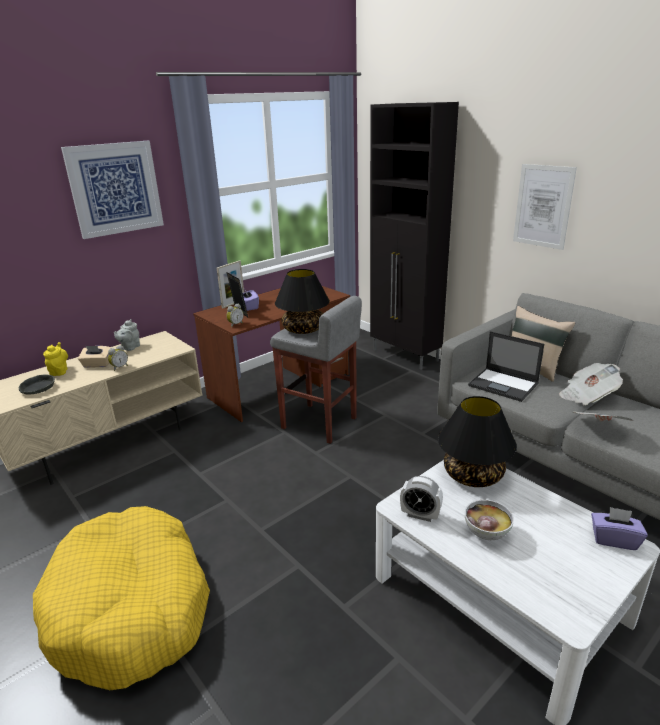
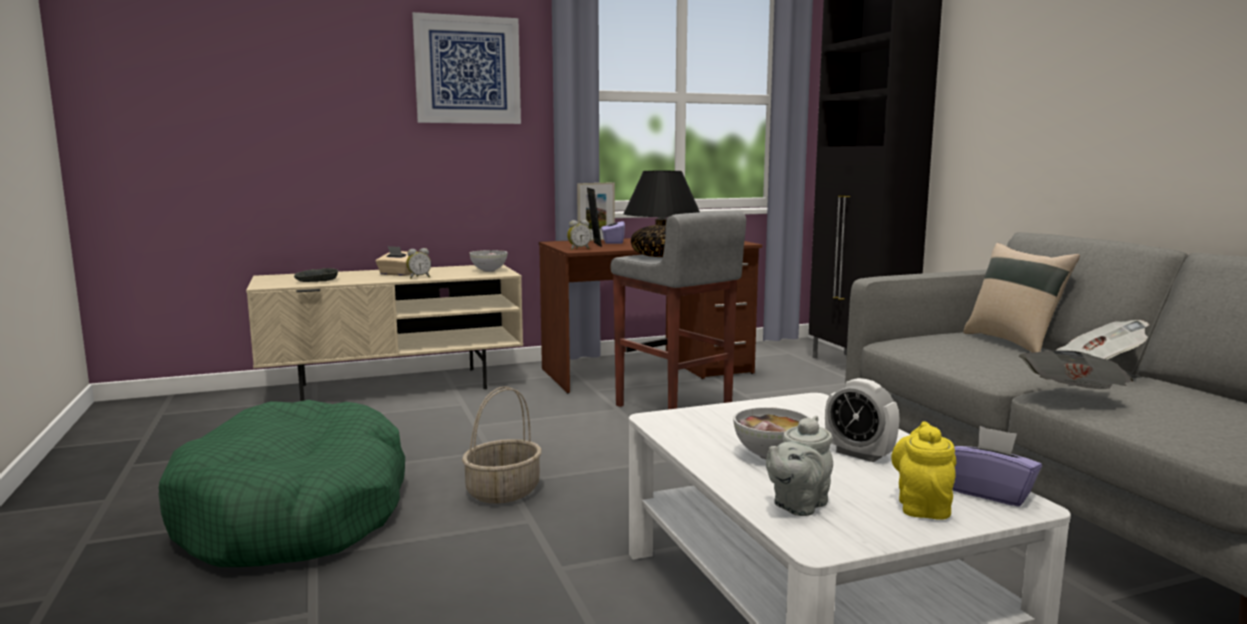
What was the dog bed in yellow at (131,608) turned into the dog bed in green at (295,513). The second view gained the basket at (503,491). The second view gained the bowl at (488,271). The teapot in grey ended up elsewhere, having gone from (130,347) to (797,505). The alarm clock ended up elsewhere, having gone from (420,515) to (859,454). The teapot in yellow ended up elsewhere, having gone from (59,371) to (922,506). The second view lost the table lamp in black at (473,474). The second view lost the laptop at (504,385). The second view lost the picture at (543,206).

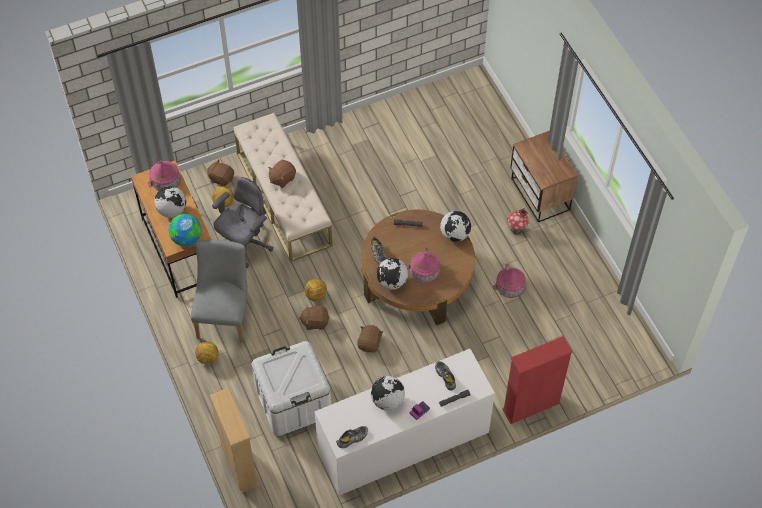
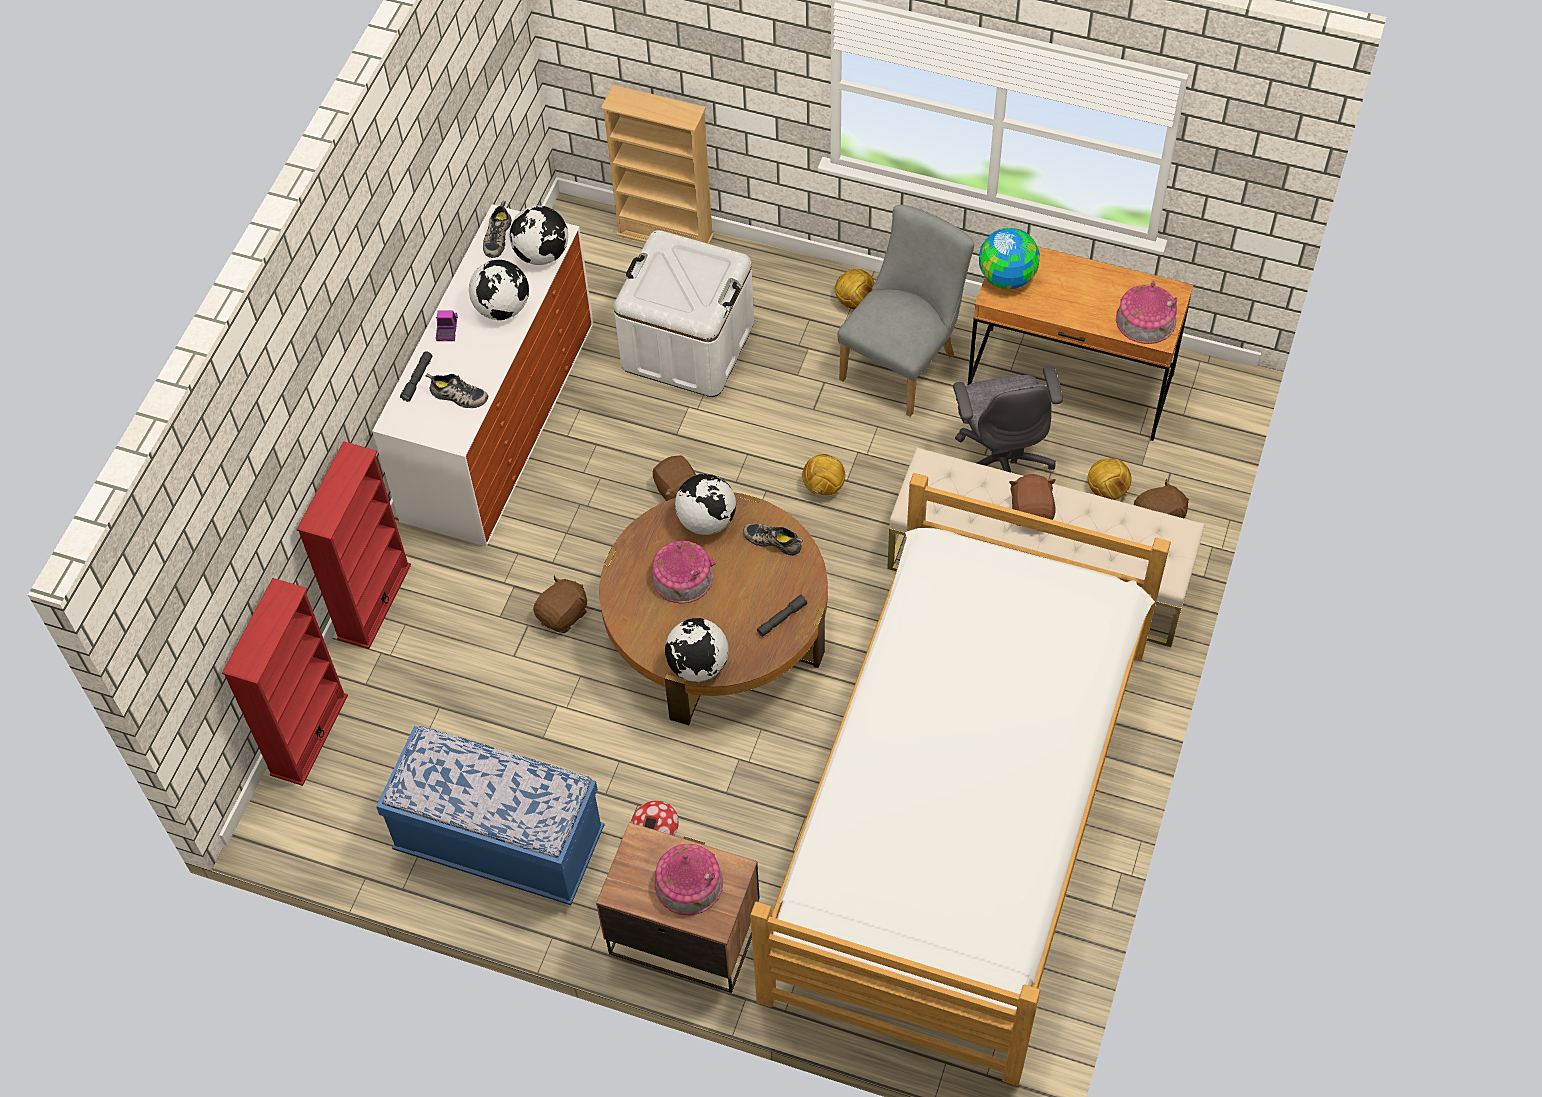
The second view gained the bookcase in red at (309,735). The second view gained the bench in blue at (500,843). The globe ended up elsewhere, having gone from (172,210) to (542,254). The plush toy in brown ended up elsewhere, having gone from (315,322) to (563,615). The toy house ended up elsewhere, having gone from (510,284) to (688,883). The second view gained the bed at (957,819). The chair in grey at (224,315) ended up facing another way, 105 degrees counterclockwise from before.

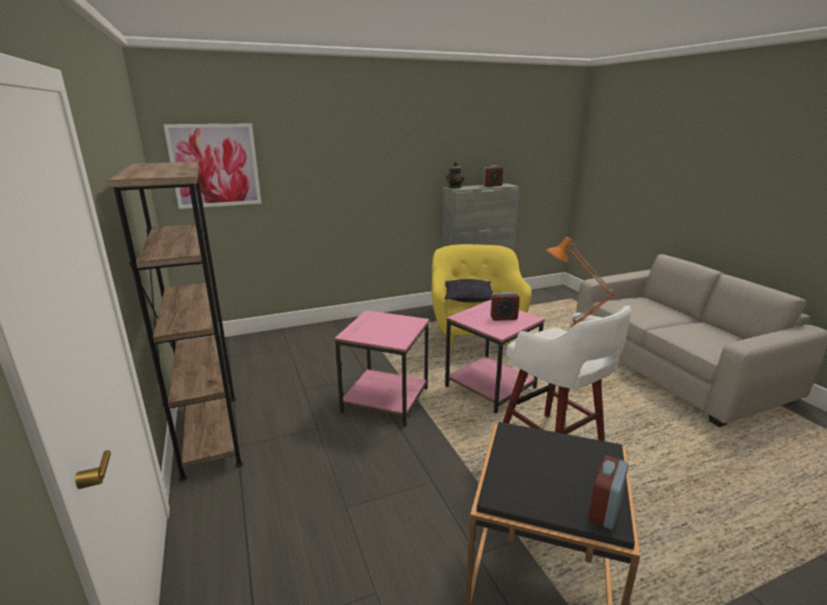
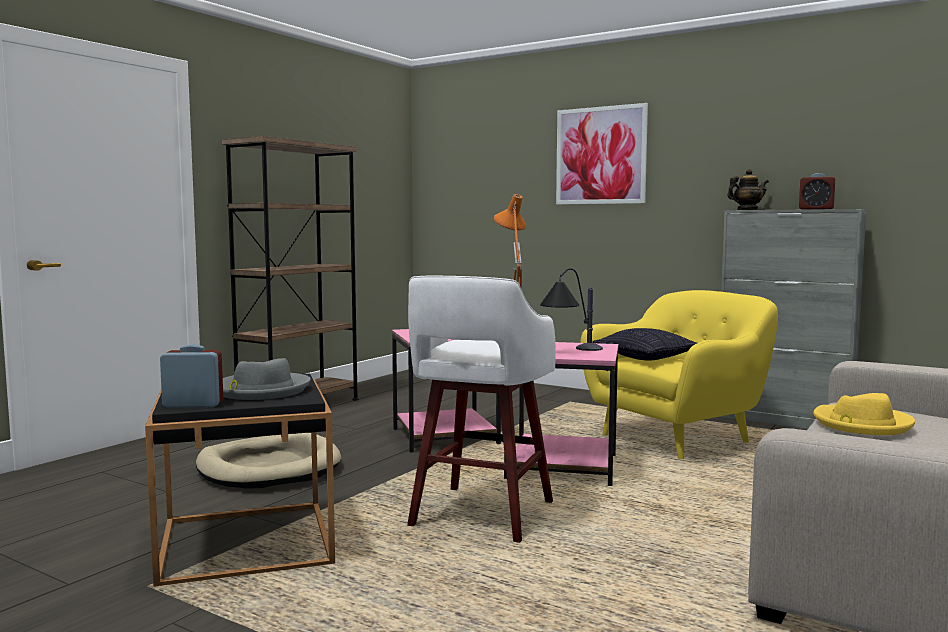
The second view gained the dog bed in beige at (269,468). The second view gained the hat in grey at (261,390). Where the alarm clock stood at (503,318), the table lamp came to stand at (570,351). The picture ended up elsewhere, having gone from (215,166) to (600,155). The second view gained the hat in yellow at (861,424).

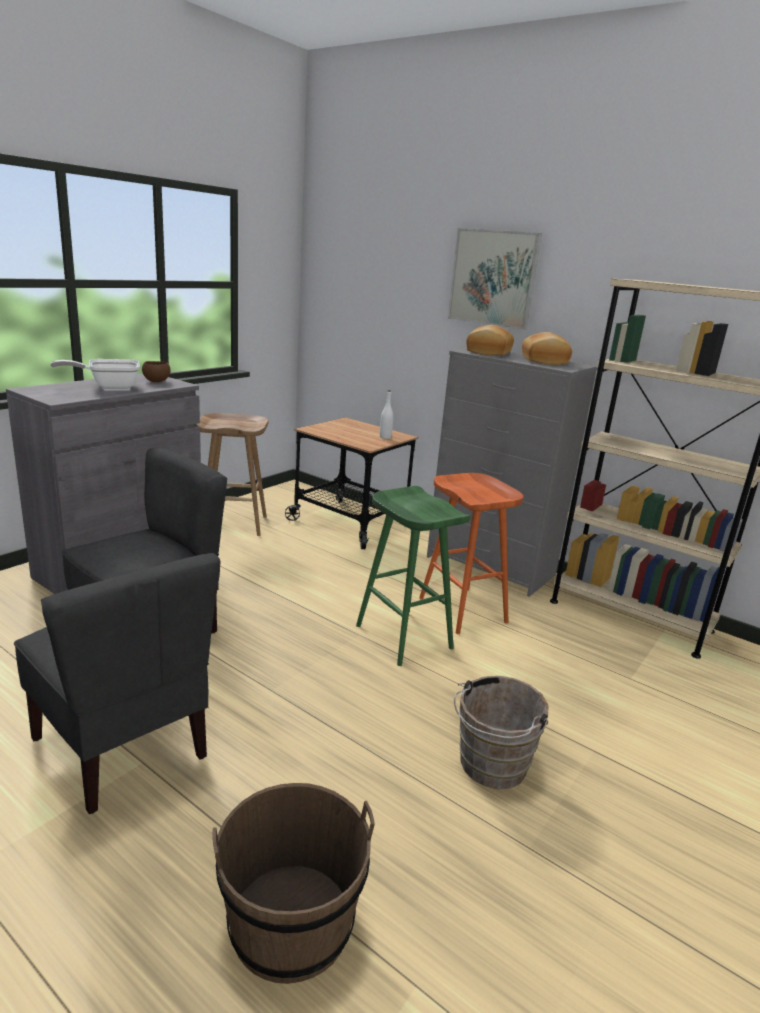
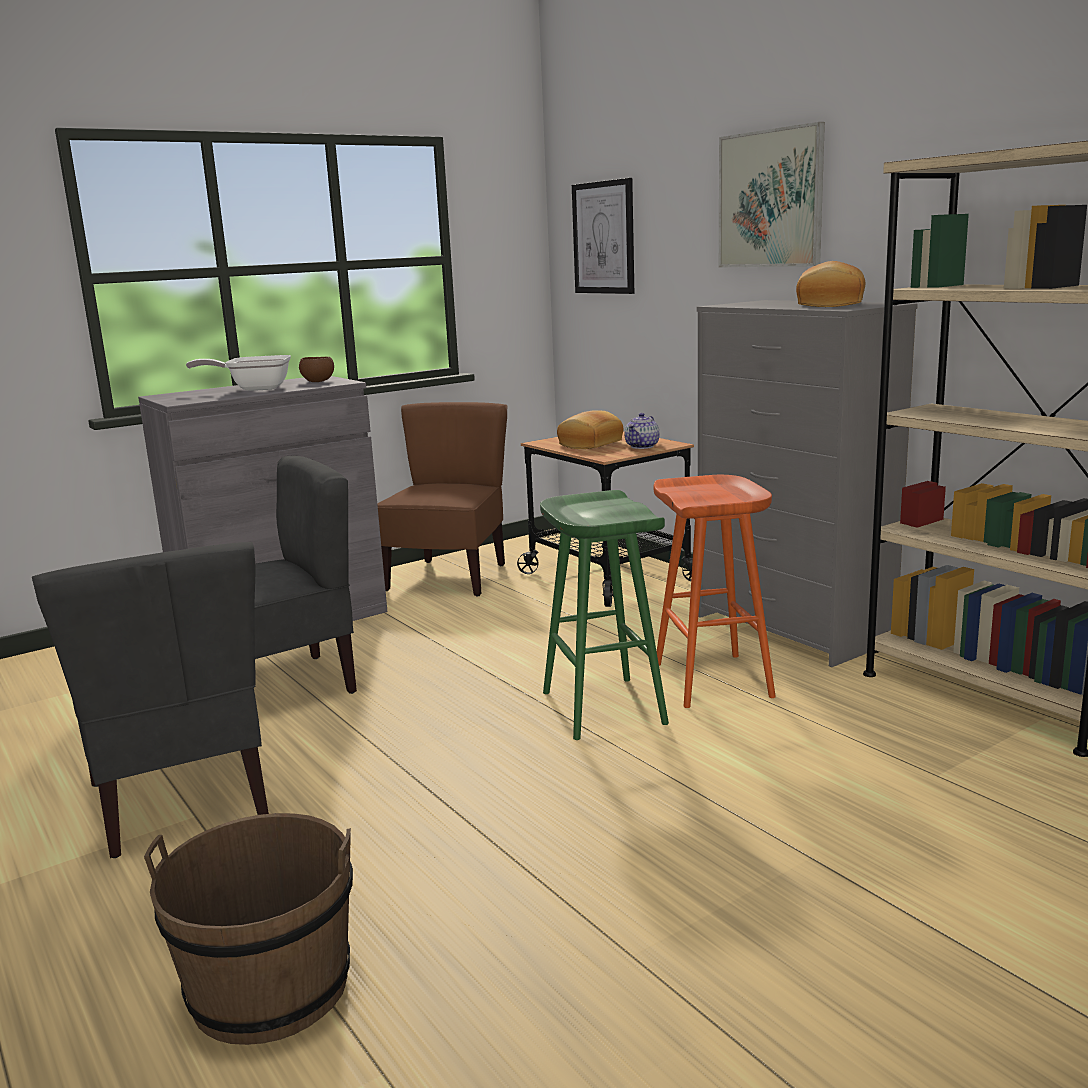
Where the stool in brown stood at (235,524), the chair in brown came to stand at (449,578). The bread ended up elsewhere, having gone from (487,352) to (589,444). The second view gained the picture at (604,238). Where the bottle in white stood at (385,437), the teapot came to stand at (642,446). The second view lost the bucket in brown at (489,767).

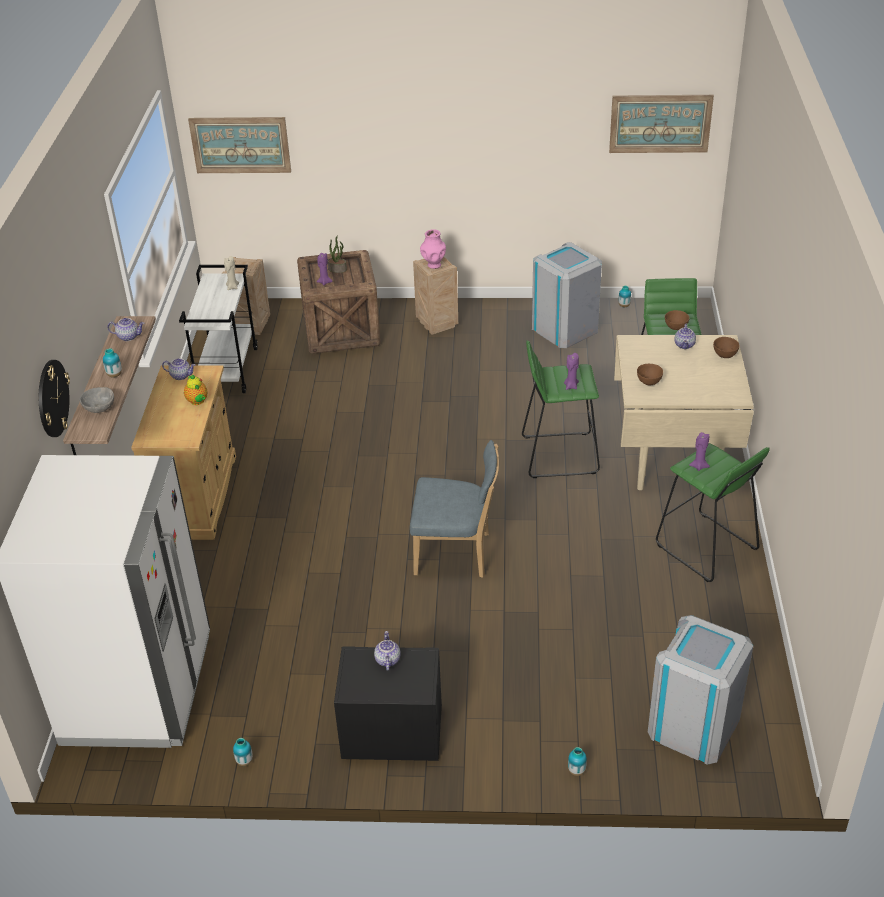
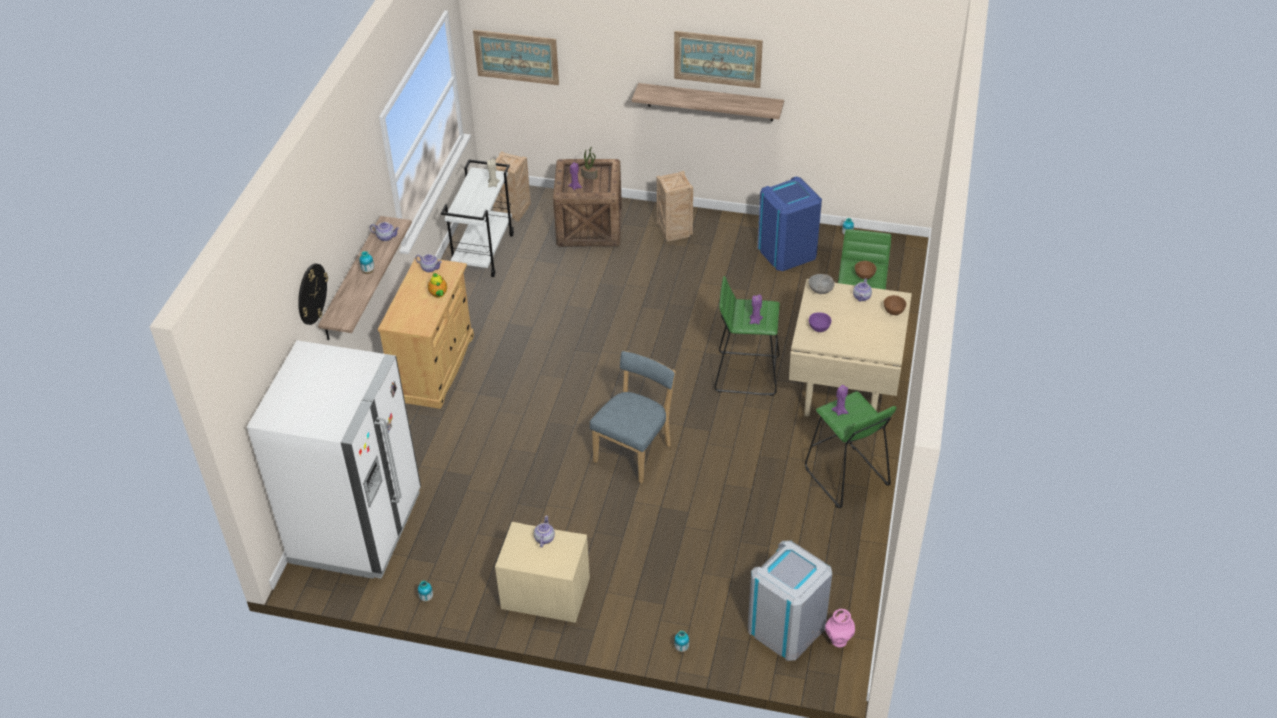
What was the nightstand in black at (391,731) turned into the nightstand in beige at (545,592). The chair in blue at (456,554) ended up facing another way, 75 degrees counterclockwise from before. The second view gained the shelf at (710,102). The picture ended up elsewhere, having gone from (660,123) to (717,59). What was the trash can in grey at (564,329) turned into the trash can in blue at (786,252). The bowl in grey ended up elsewhere, having gone from (100,409) to (821,290). What was the bowl in brown at (649,382) turned into the bowl in purple at (819,329). The vase in pink ended up elsewhere, having gone from (434,265) to (838,640).

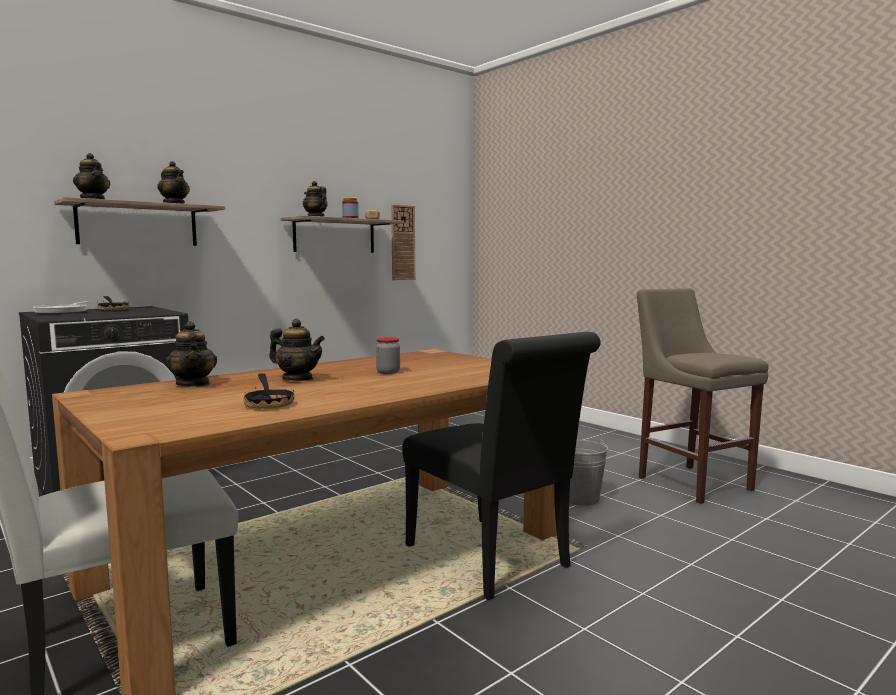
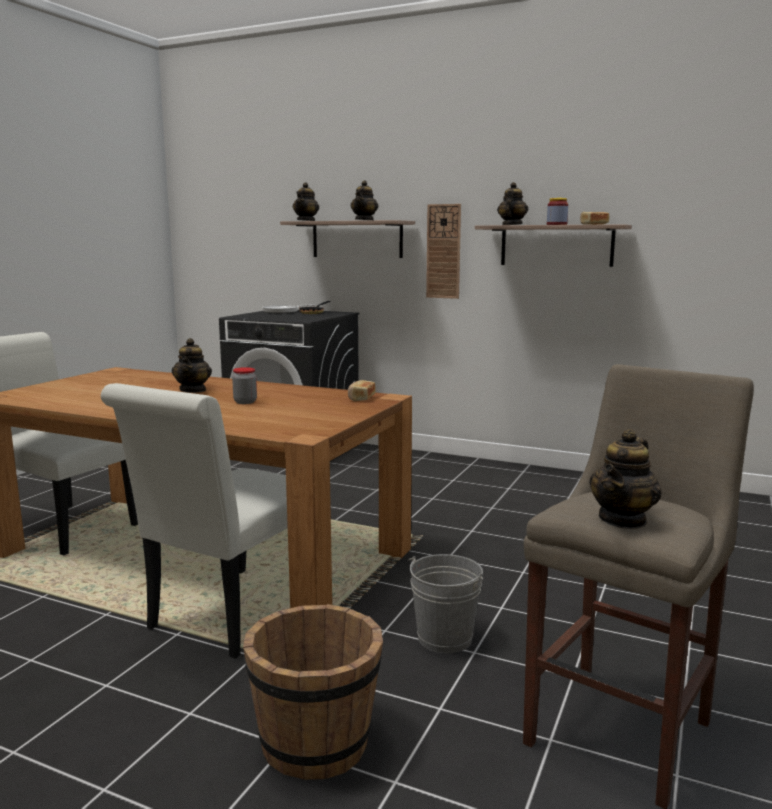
What was the chair in black at (493,561) turned into the chair in white at (229,616). The second view gained the bucket in brown at (316,743). The second view gained the bread at (361,398). The wall clock ended up elsewhere, having gone from (402,242) to (443,251). The teapot ended up elsewhere, having gone from (193,384) to (623,520). The second view lost the frying pan at (269,403).

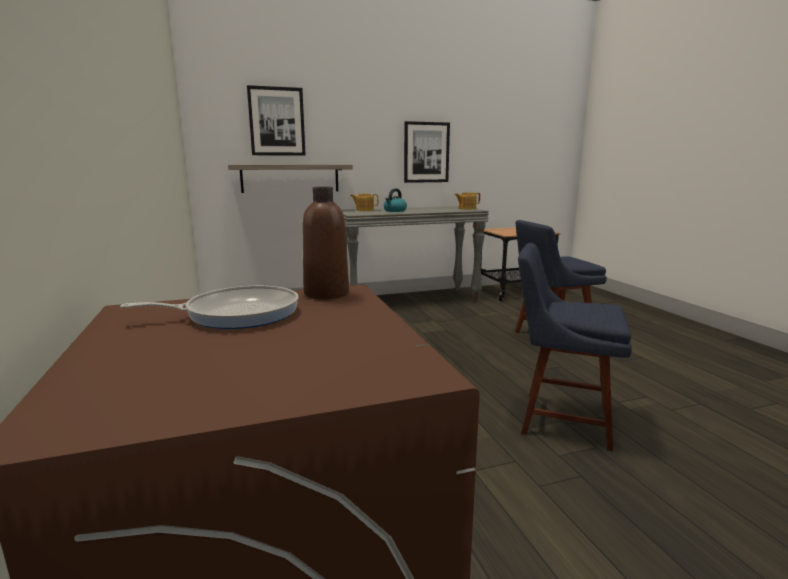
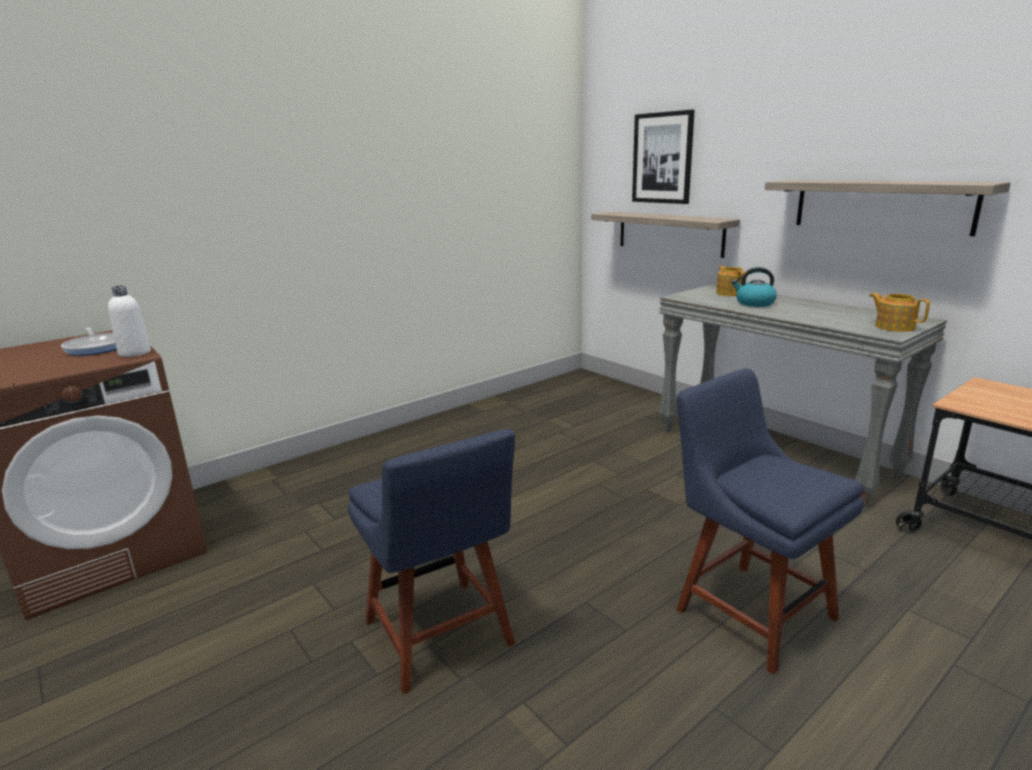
What was the bottle in brown at (326,294) turned into the bottle in white at (135,353). The chair in blue at (560,418) ended up facing another way, 150 degrees clockwise from before. Where the picture hung at (426,152), the shelf came to hang at (881,205).

